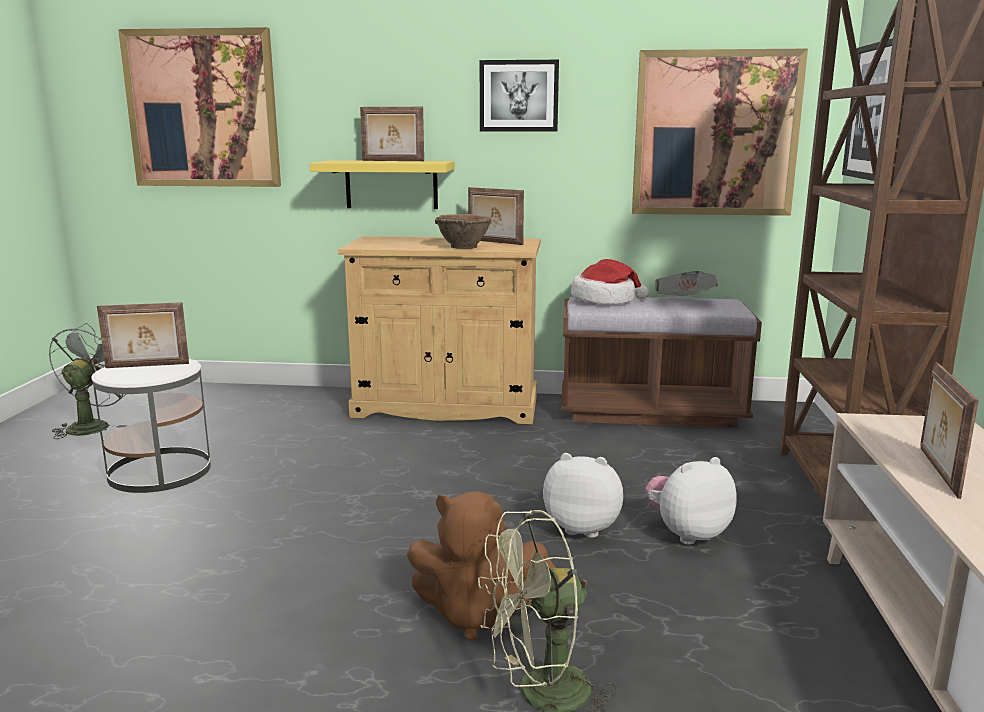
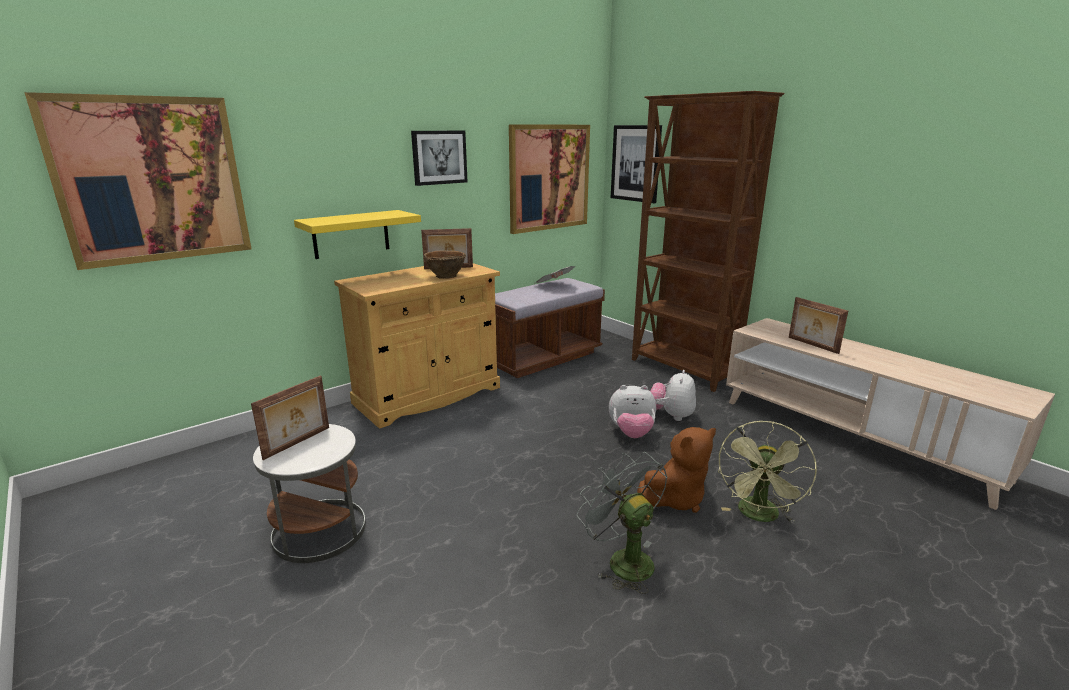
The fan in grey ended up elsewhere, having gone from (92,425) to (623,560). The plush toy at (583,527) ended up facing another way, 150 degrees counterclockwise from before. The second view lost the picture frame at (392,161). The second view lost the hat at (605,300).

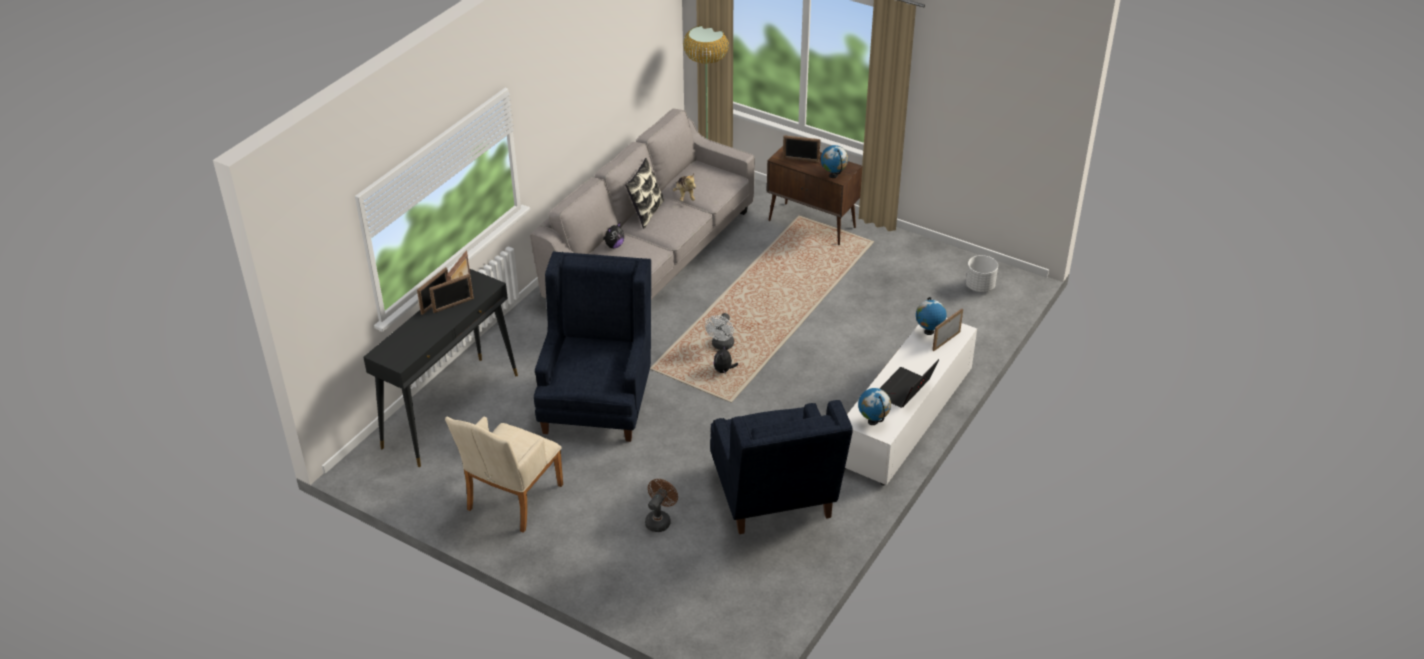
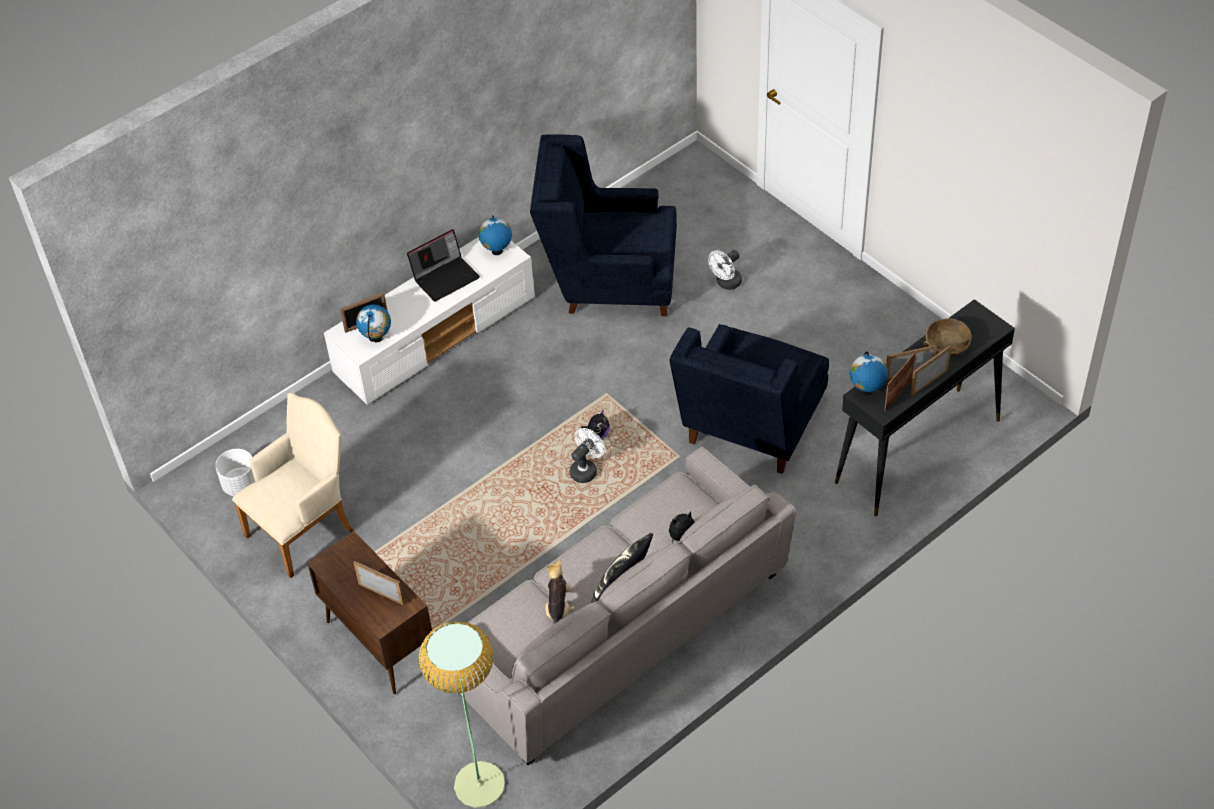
The armchair in beige ended up elsewhere, having gone from (511,501) to (305,529). The armchair in blue at (775,499) ended up facing another way, 90 degrees counterclockwise from before. What was the fan in brown at (659,520) turned into the fan in white at (726,283). The globe ended up elsewhere, having gone from (833,176) to (866,391). The second view gained the bowl in brown at (947,344).

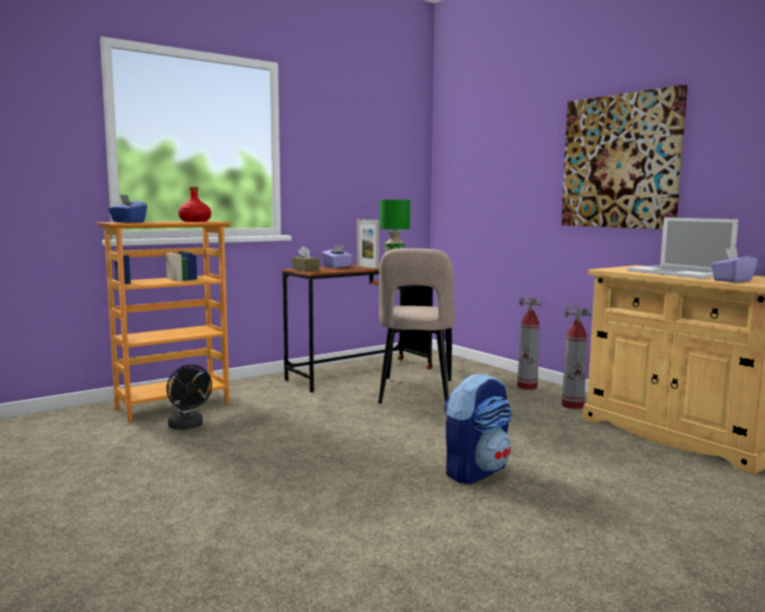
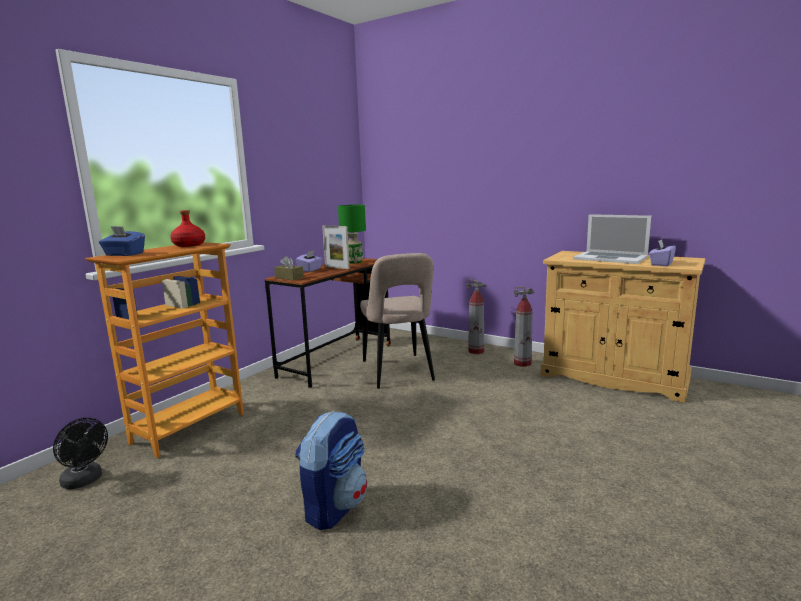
The fan in black ended up elsewhere, having gone from (188,426) to (85,481). The backpack ended up elsewhere, having gone from (476,471) to (334,506). The second view lost the picture at (620,161).

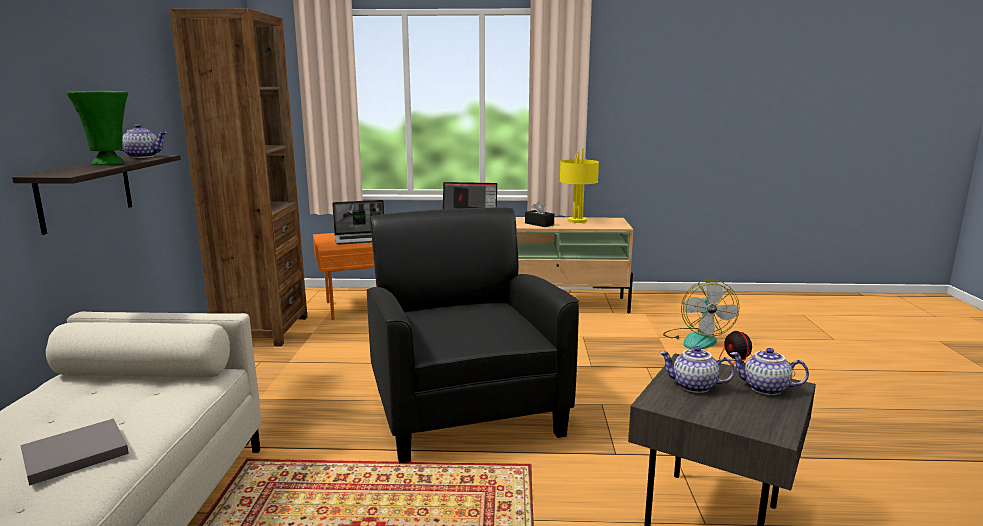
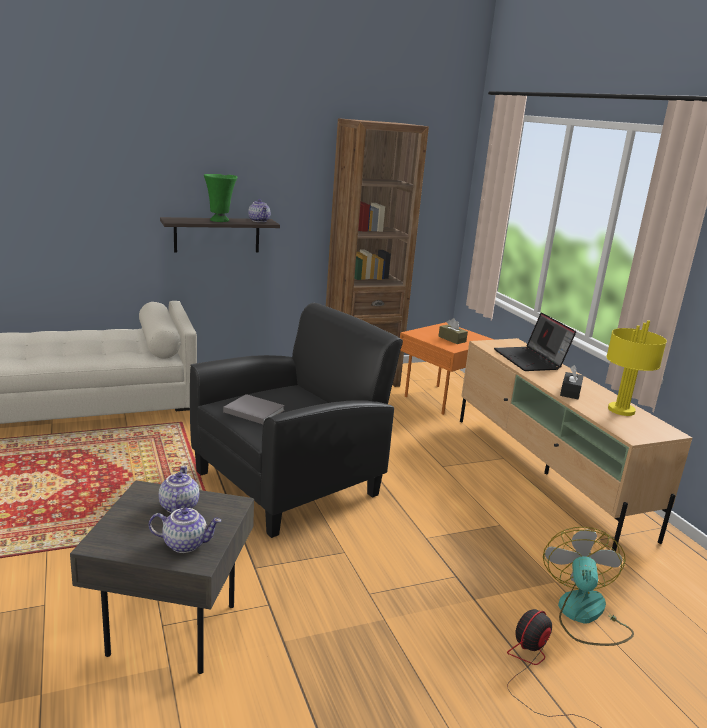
The teapot at (765,389) ended up facing another way, 90 degrees clockwise from before. The book in grey ended up elsewhere, having gone from (72,455) to (252,410). Where the laptop stood at (362,239), the tissue box in brown came to stand at (452,339). The fan at (697,339) ended up facing another way, 120 degrees clockwise from before.

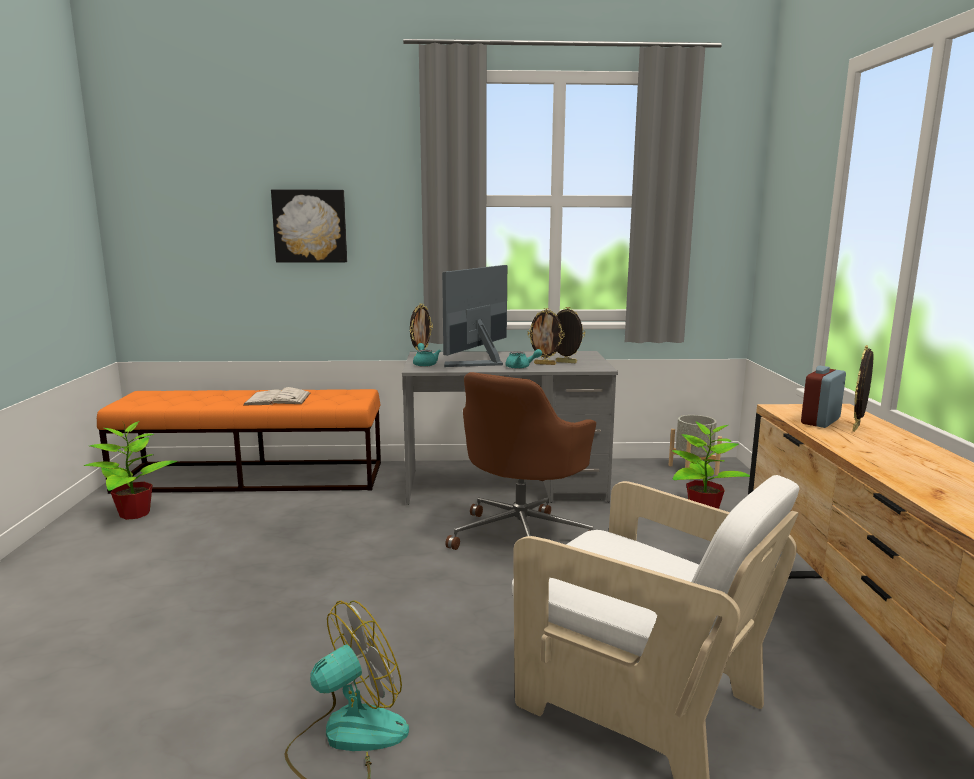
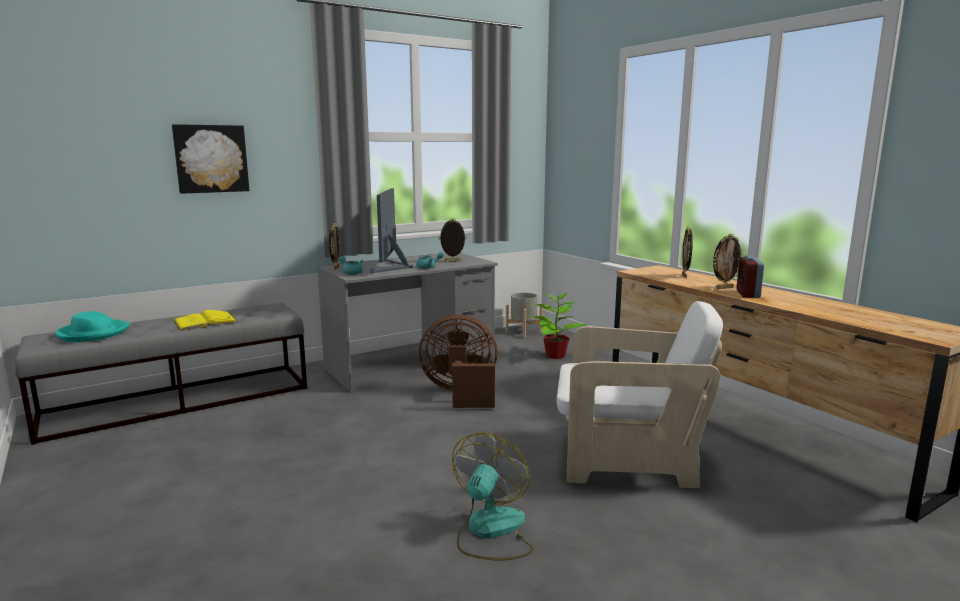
What was the bench in orange at (253,477) turned into the bench in grey at (179,400). The second view gained the hat in turquoise at (93,333). What was the book in white at (277,399) turned into the book in yellow at (205,321). Where the office chair in brown stood at (522,536), the fan in brown came to stand at (461,394). The picture frame ended up elsewhere, having gone from (545,364) to (724,288). The alarm clock ended up elsewhere, having gone from (820,421) to (748,294). The second view lost the potted plant at (134,514).

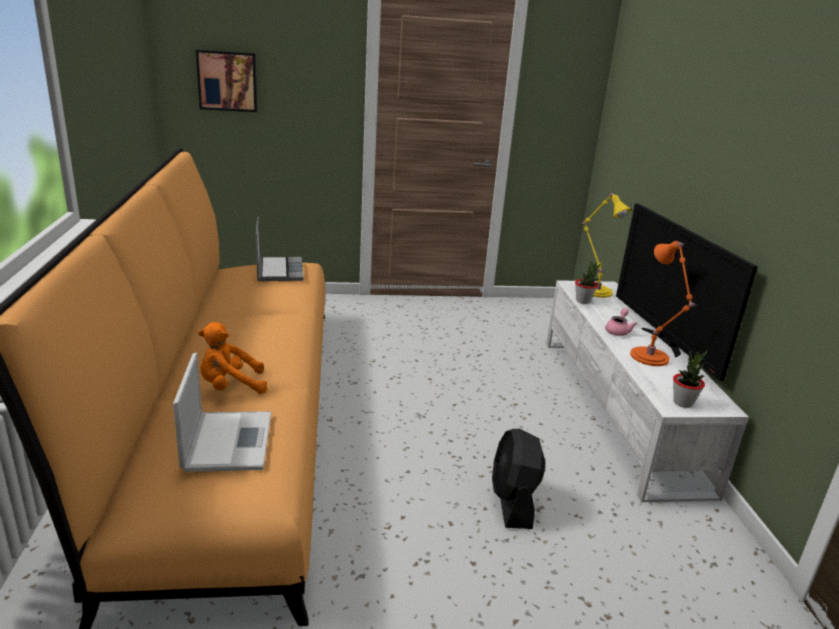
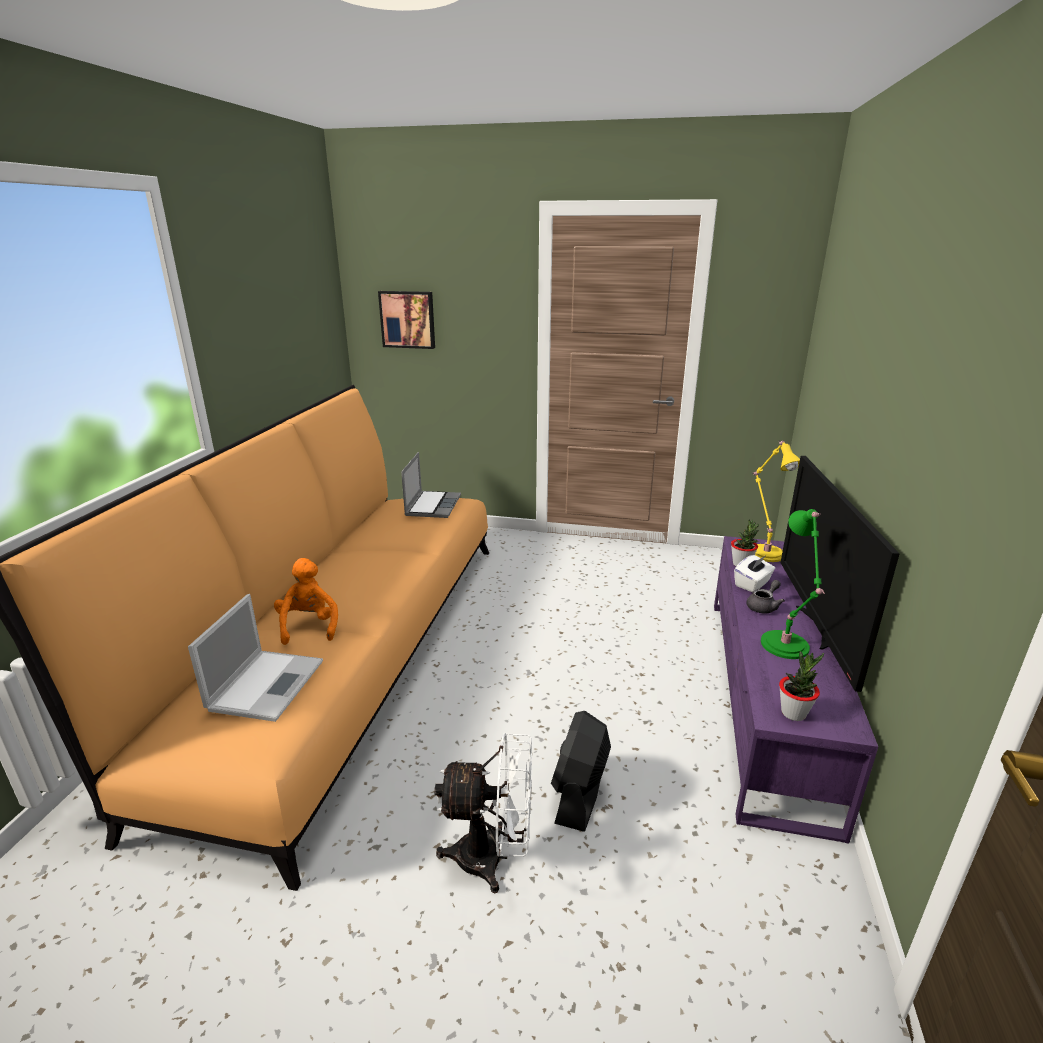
The plush toy in orange at (230,387) ended up facing another way, 75 degrees clockwise from before. The second view gained the fan in white at (492,858). What was the tv stand in white at (618,409) turned into the tv stand in purple at (764,697). The second view gained the tissue box in white at (752,584). What was the teapot in pink at (618,331) turned into the teapot in grey at (764,606). What was the table lamp in orange at (651,358) turned into the table lamp in green at (785,647).

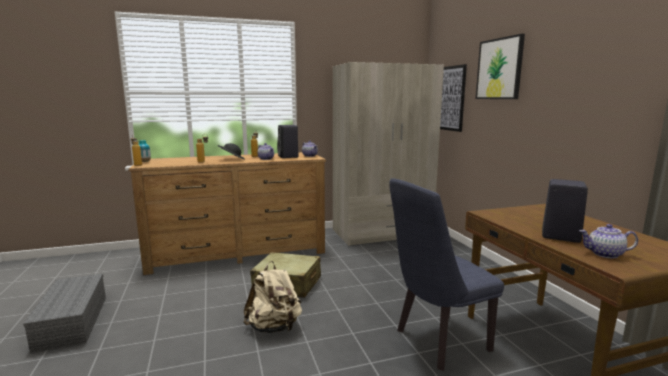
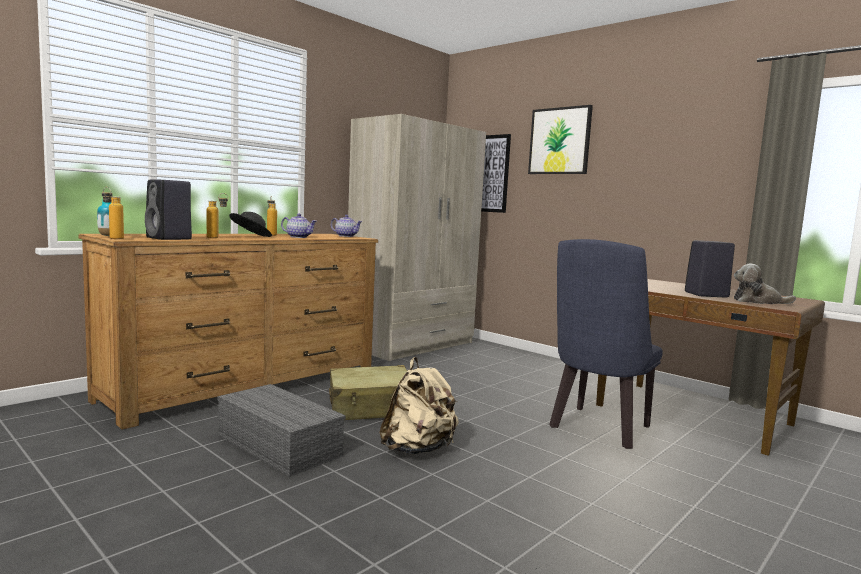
The speaker in black ended up elsewhere, having gone from (288,156) to (170,238). The storage box in grey ended up elsewhere, having gone from (71,321) to (276,445). Where the teapot stood at (605,254), the plush toy came to stand at (758,302).

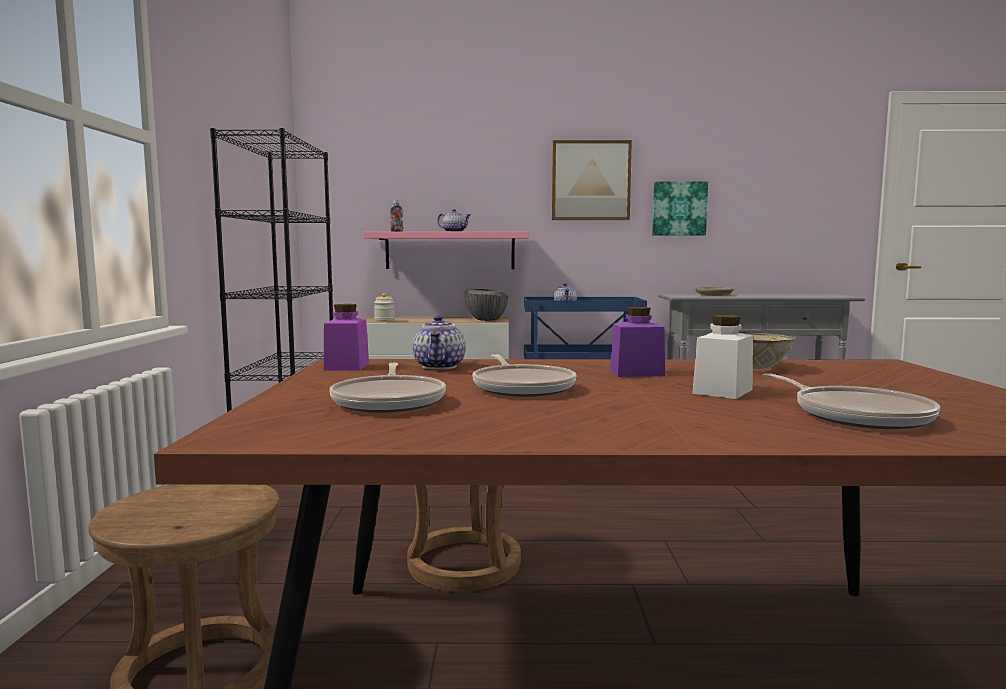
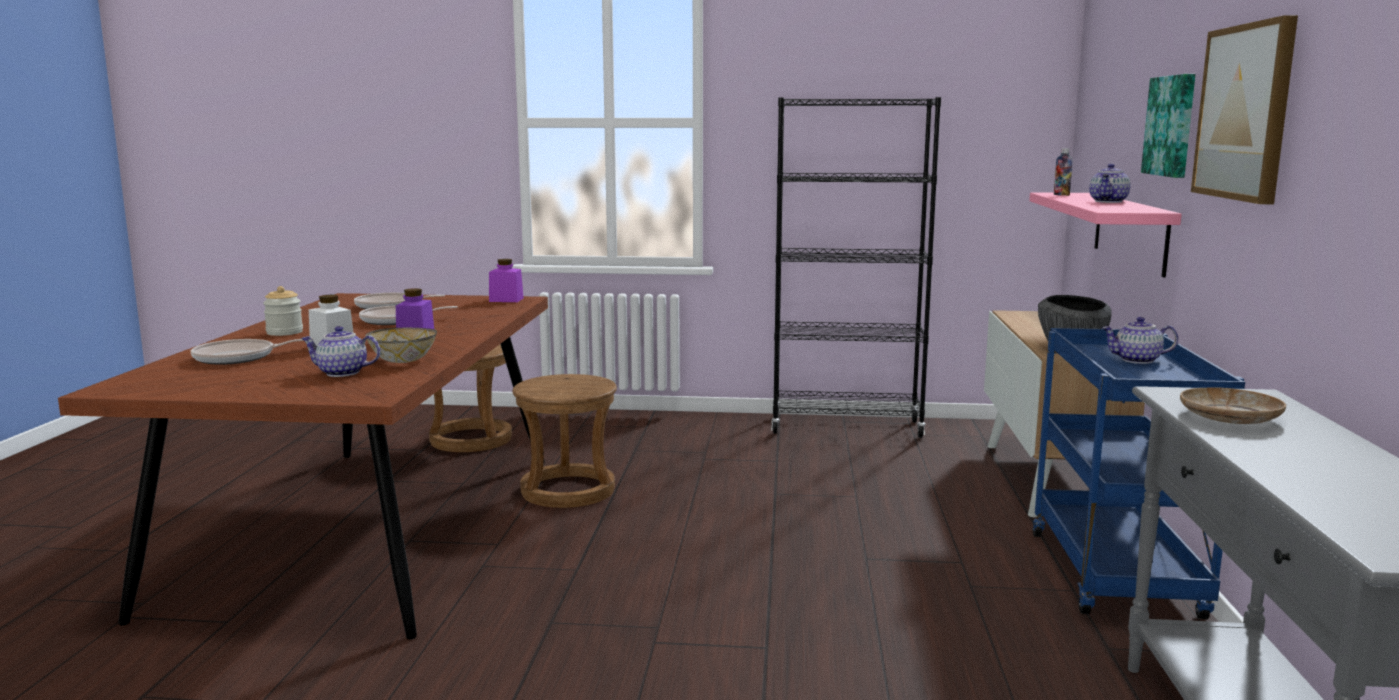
The jar ended up elsewhere, having gone from (384,321) to (284,332). The teapot ended up elsewhere, having gone from (440,366) to (341,373). The picture ended up elsewhere, having gone from (679,208) to (1172,126).

